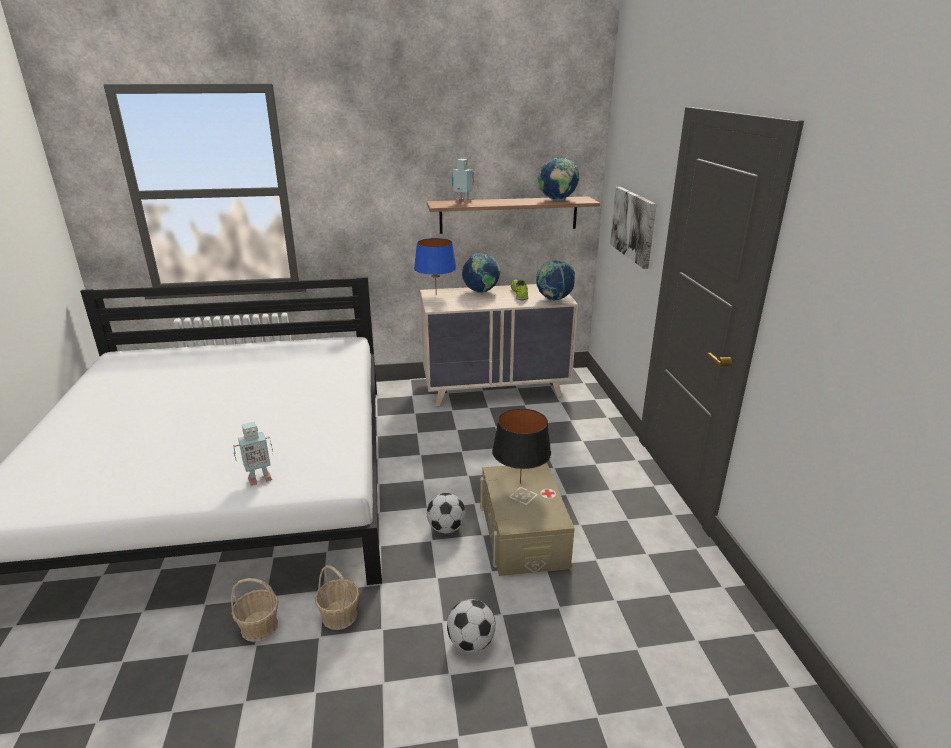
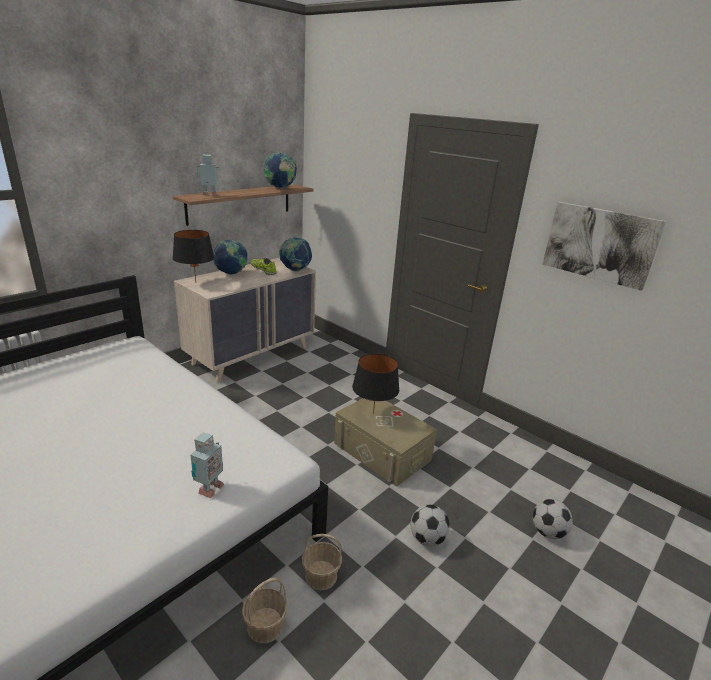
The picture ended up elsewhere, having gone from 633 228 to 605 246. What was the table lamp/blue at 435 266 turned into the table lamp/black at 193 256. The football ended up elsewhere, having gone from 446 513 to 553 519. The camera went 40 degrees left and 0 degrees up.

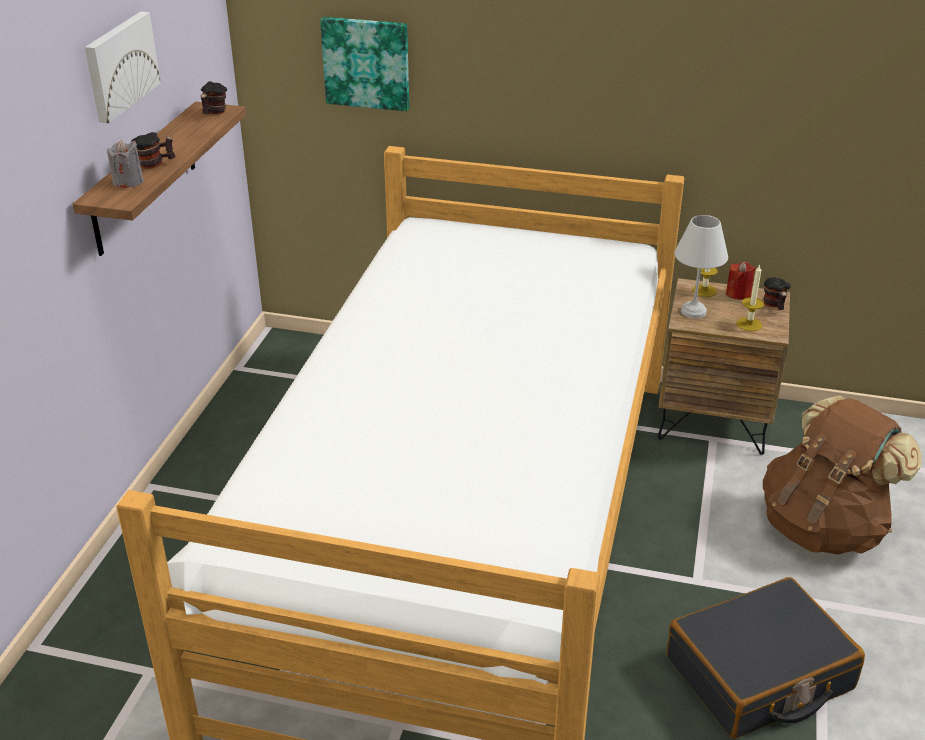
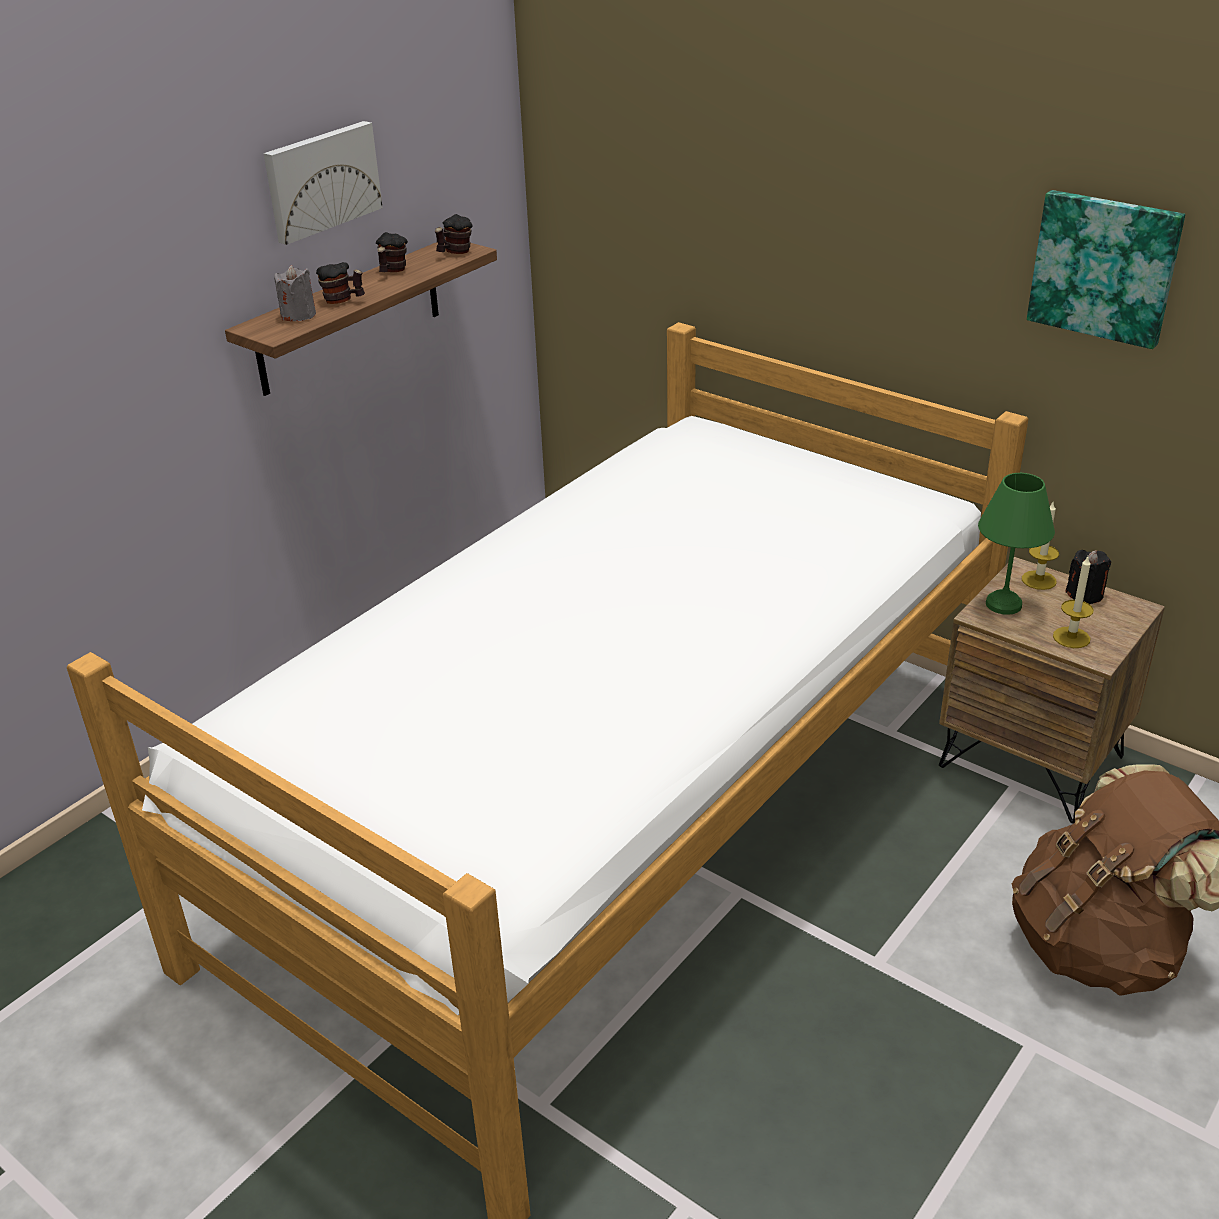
The picture ended up elsewhere, having gone from 364 64 to 1106 269. What was the table lamp/white at 701 266 turned into the table lamp/green at 1016 544. What was the candle/red at 741 281 turned into the candle/black at 1088 577. The mug ended up elsewhere, having gone from 777 293 to 392 252. The second view lost the suitcase/black at 766 658. The camera went 25 degrees right and 0 degrees up.

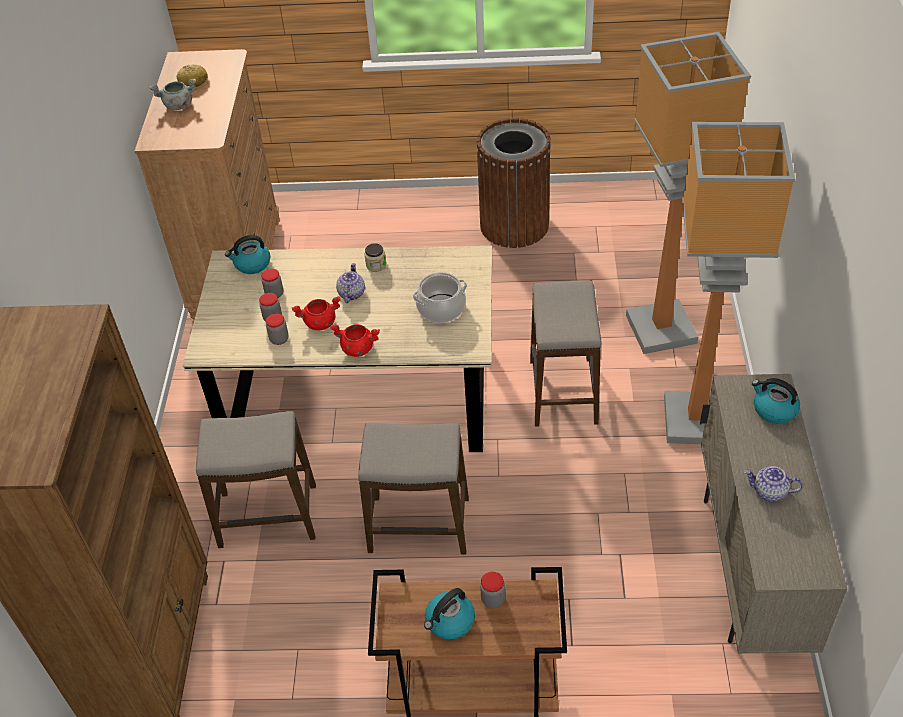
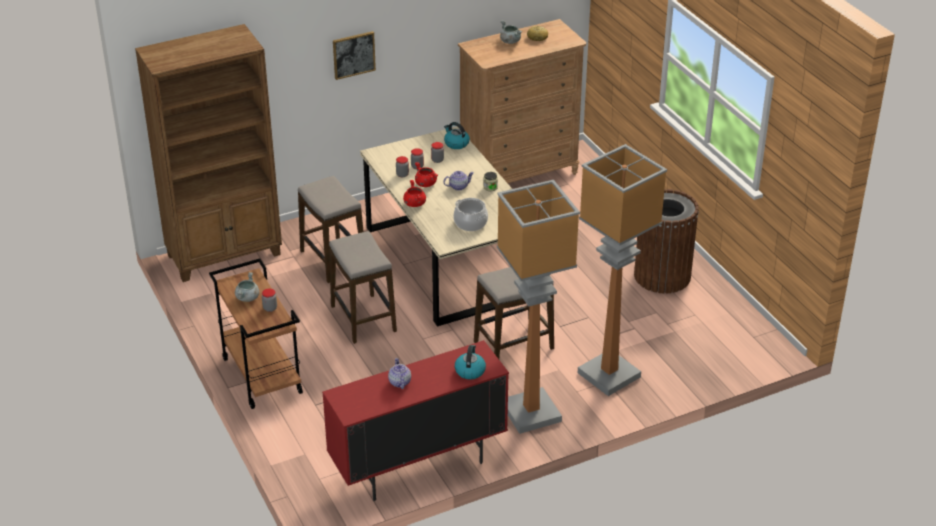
What was the cabinet/beige at 773 514 turned into the cabinet/red at 415 420. Where the kettle stood at 449 614, the cooking pot/grey came to stand at 247 287. The second view gained the picture at 354 55. The camera went 60 degrees right and 10 degrees down.

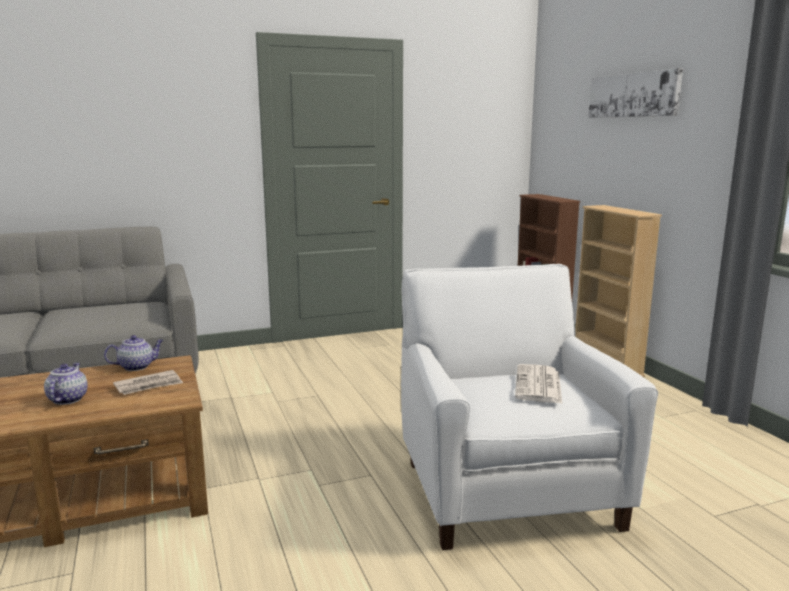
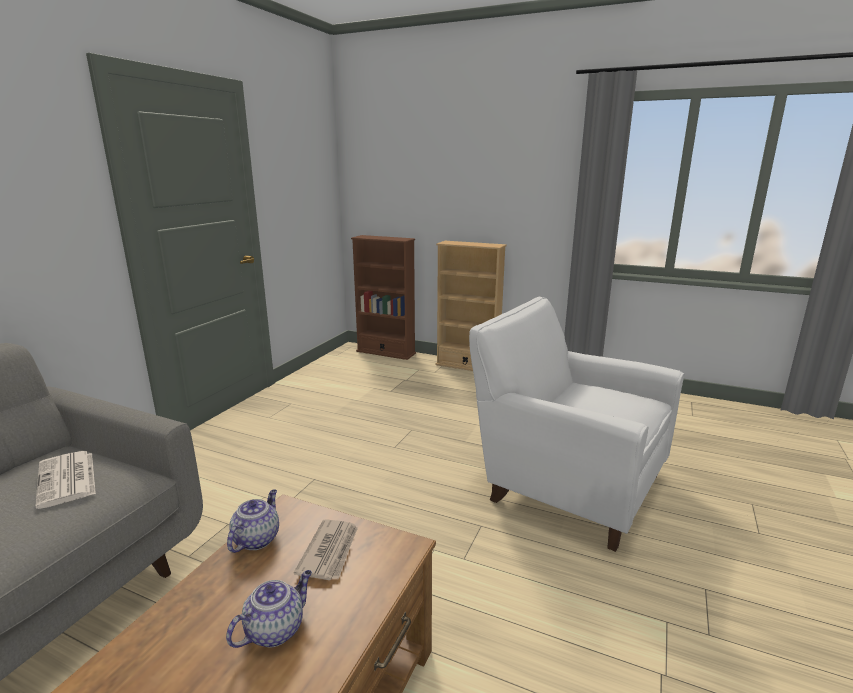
The second view lost the picture at 635 93. The teapot at 66 384 ended up facing another way, 90 degrees clockwise from before. The newspaper ended up elsewhere, having gone from 538 383 to 65 480. The camera went 45 degrees left and 5 degrees up.

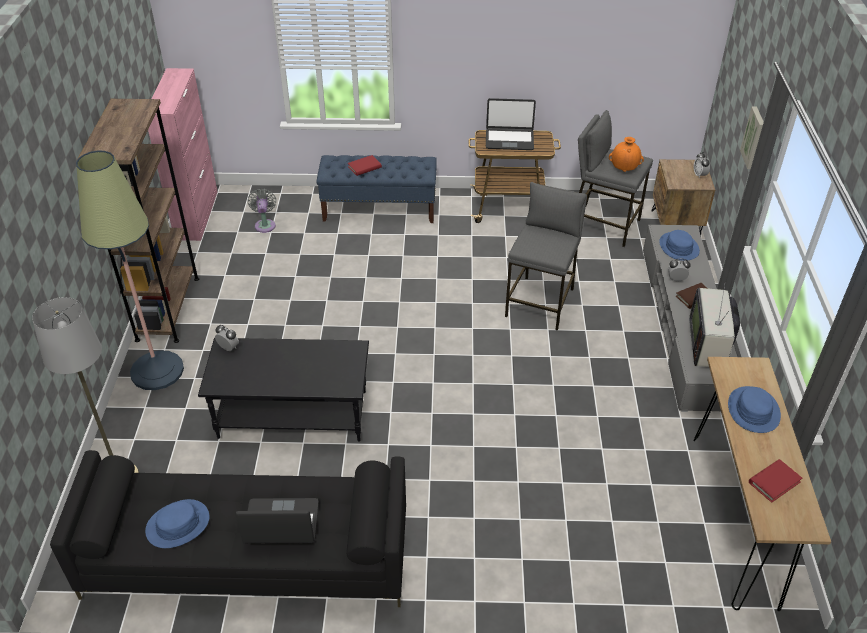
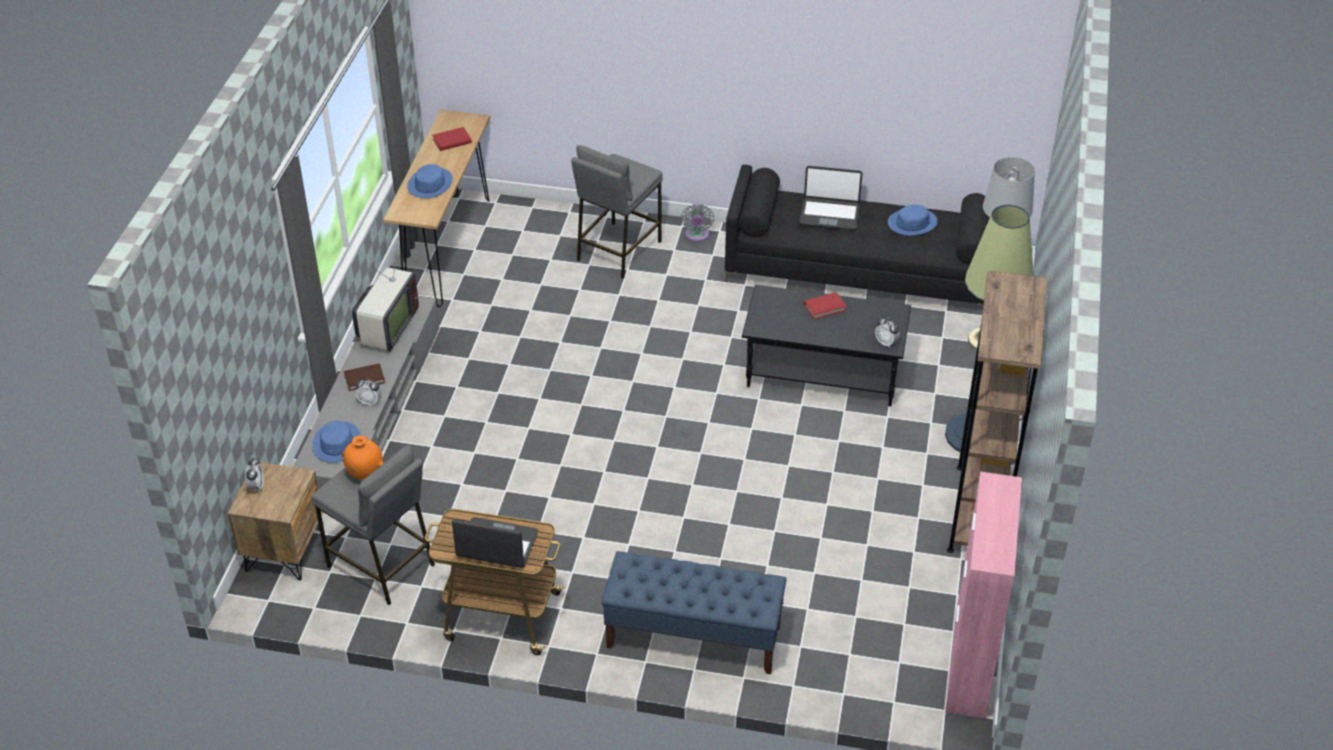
The second view lost the picture at 752 137. The book/red ended up elsewhere, having gone from 365 165 to 825 305. The stool/grey ended up elsewhere, having gone from 546 256 to 617 212. The fan/grey ended up elsewhere, having gone from 262 211 to 697 222. The camera went 170 degrees left and 0 degrees up.

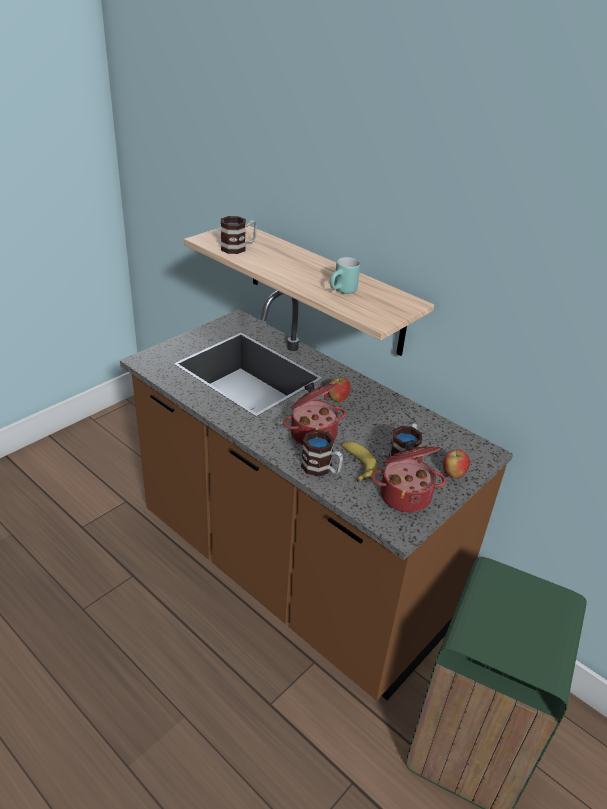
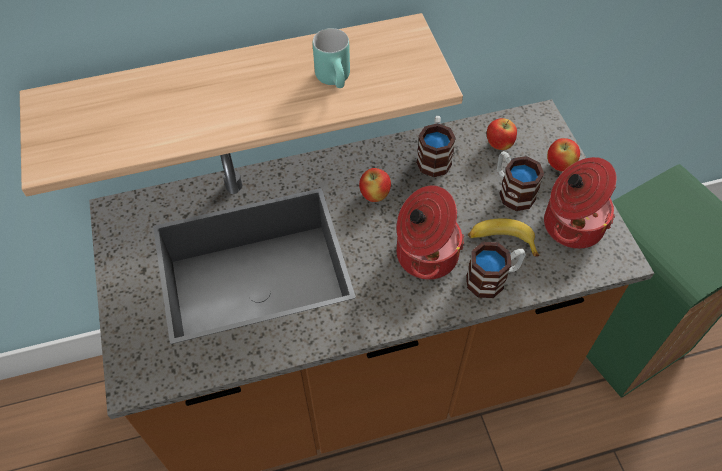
The mug ended up elsewhere, having gone from 239 235 to 436 146. The second view gained the apple at 502 134. The camera went 55 degrees left and 20 degrees up.

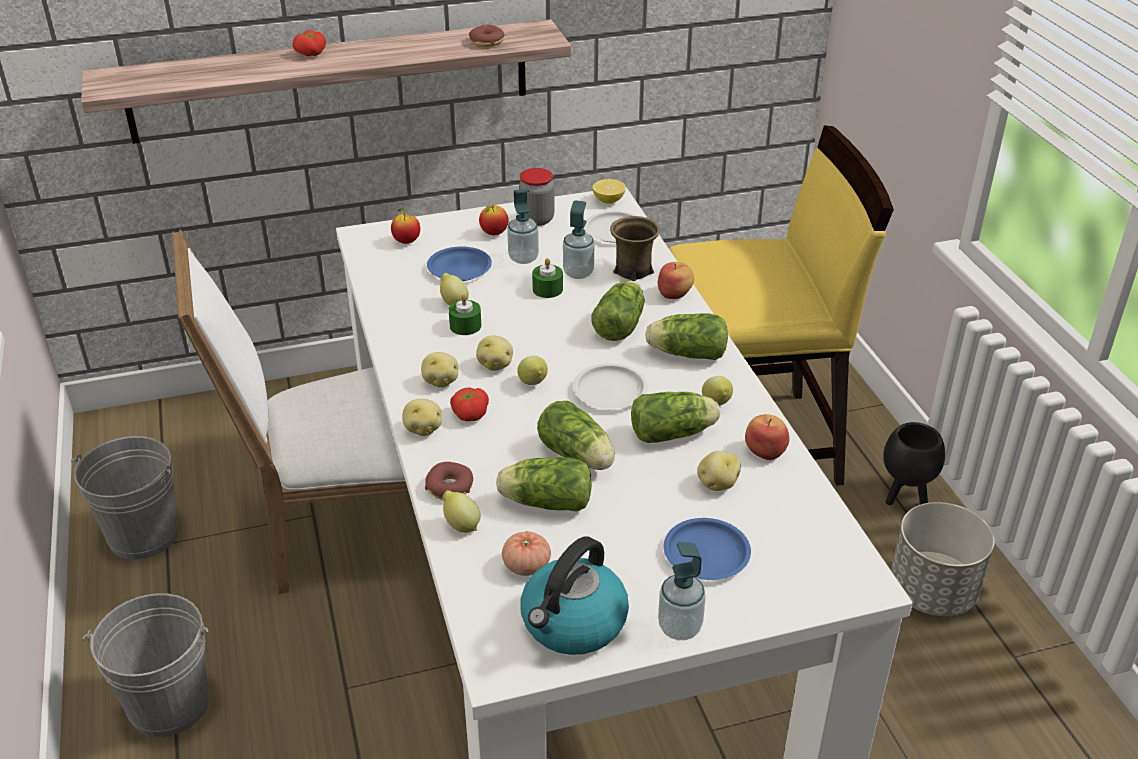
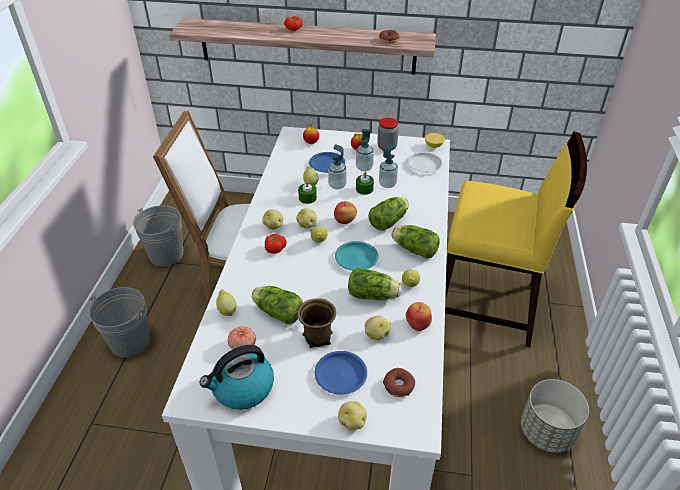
The mug/brown ended up elsewhere, having gone from 635 248 to 316 323. The apple ended up elsewhere, having gone from 676 280 to 345 212. What was the plate/white at 610 386 turned into the plate/turquoise at 357 256. The potato ended up elsewhere, having gone from 422 417 to 352 415. The second view lost the lettuce at 576 435. The second view lost the planter/black at 914 463. The donut ended up elsewhere, having gone from 449 481 to 399 382. The soap dispenser ended up elsewhere, having gone from 682 591 to 337 167. The camera went 25 degrees right and 5 degrees up.

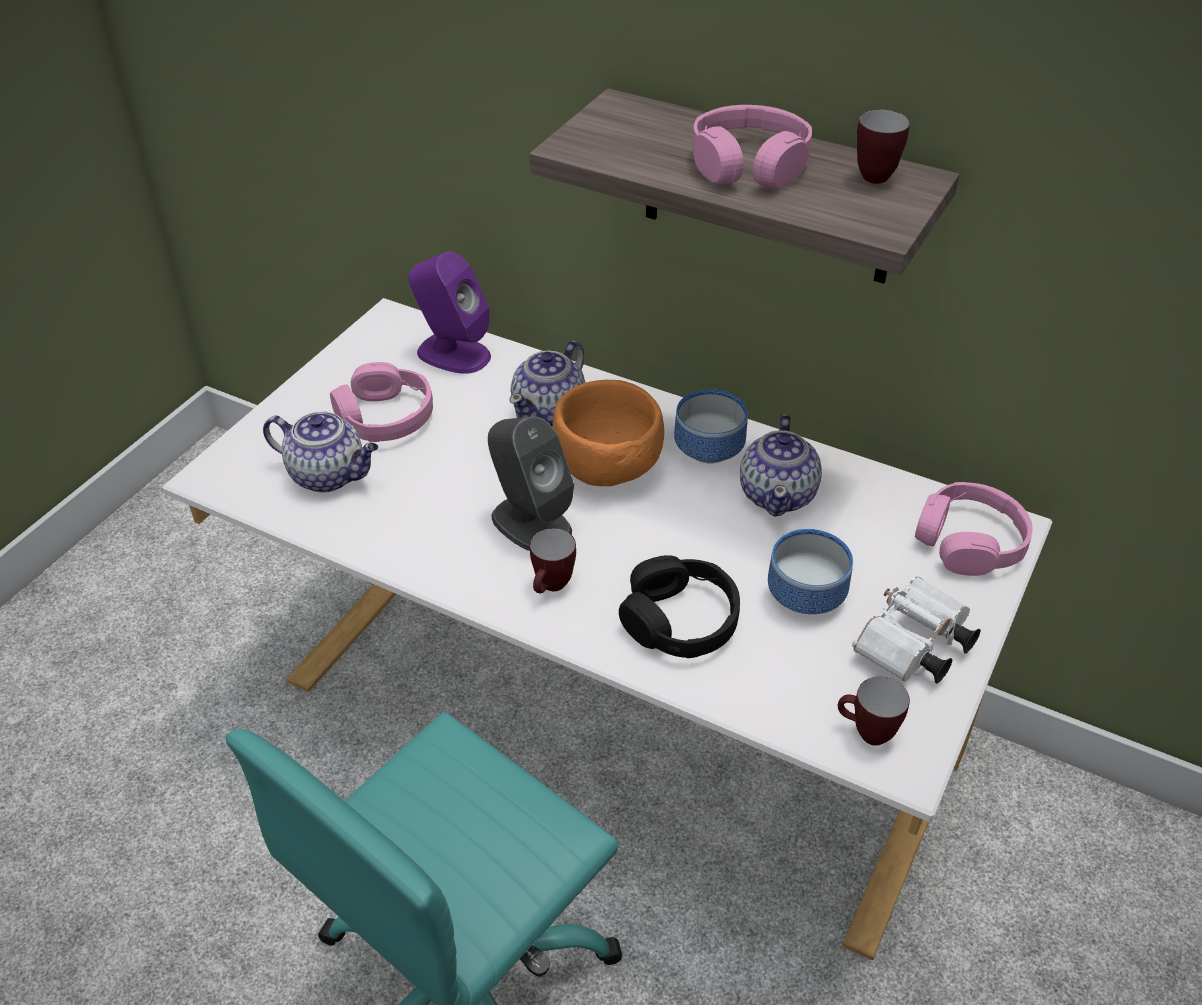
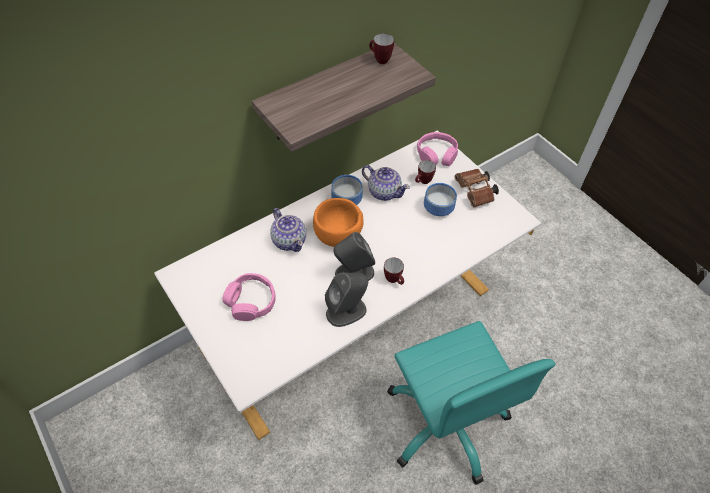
The second view lost the headphones/pink at 752 146. The second view lost the speaker/purple at 449 313. The second view lost the teapot at 321 452. The second view lost the headphones/black at 679 606. What was the binoculars/white at 916 630 turned into the binoculars/brown at 477 188. The mug ended up elsewhere, having gone from 874 711 to 425 172. The second view gained the speaker/grey at 346 299. The camera went 65 degrees left and 10 degrees up.

